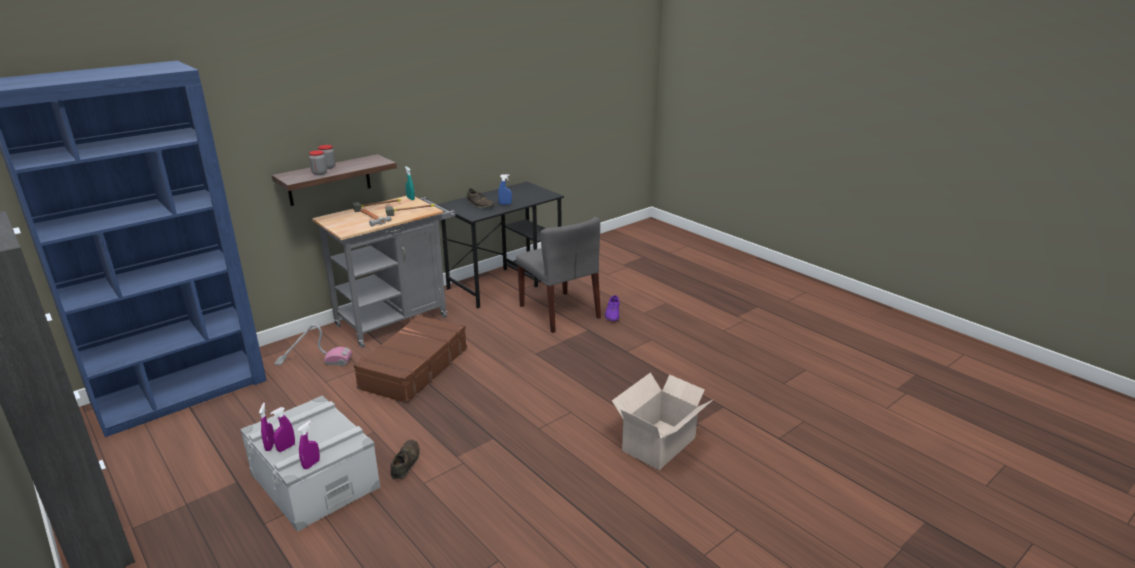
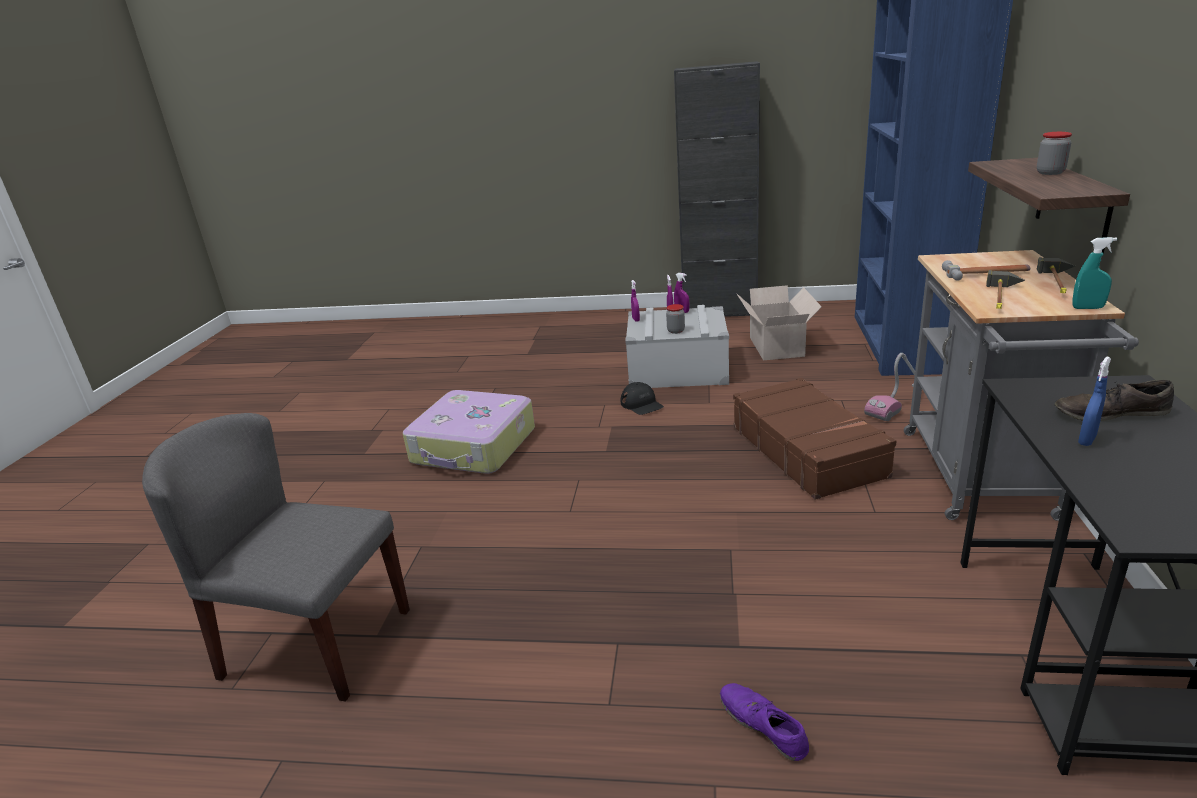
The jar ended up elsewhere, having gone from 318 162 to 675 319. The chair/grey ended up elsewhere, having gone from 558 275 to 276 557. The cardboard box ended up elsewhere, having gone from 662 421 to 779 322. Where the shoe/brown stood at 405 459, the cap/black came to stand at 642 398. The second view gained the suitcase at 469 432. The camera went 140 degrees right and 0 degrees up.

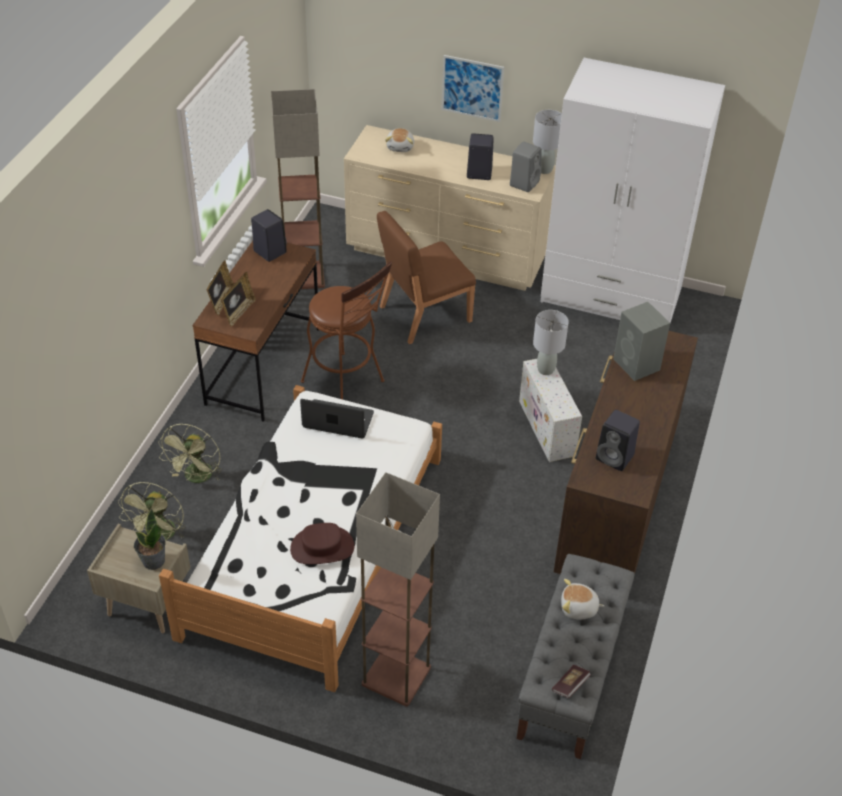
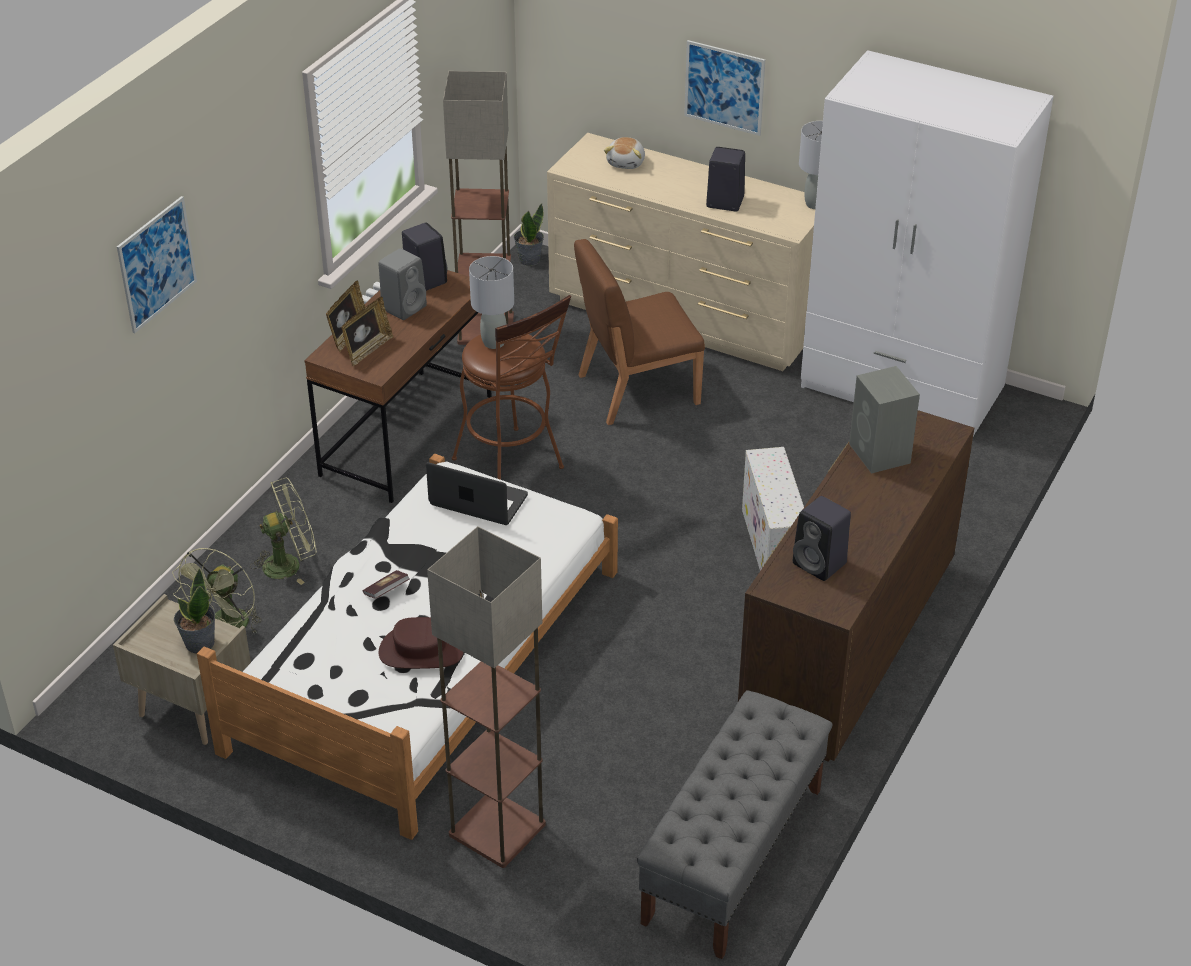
The speaker/grey ended up elsewhere, having gone from 526 167 to 402 284. The table lamp/grey ended up elsewhere, having gone from 551 342 to 491 302. The fan/green at 190 453 ended up facing another way, 135 degrees counterclockwise from before. The second view lost the plush toy at 582 599. The book ended up elsewhere, having gone from 571 681 to 386 584. The second view gained the picture at 157 264. The second view gained the potted plant at 529 234. The camera went 10 degrees right and 5 degrees down.

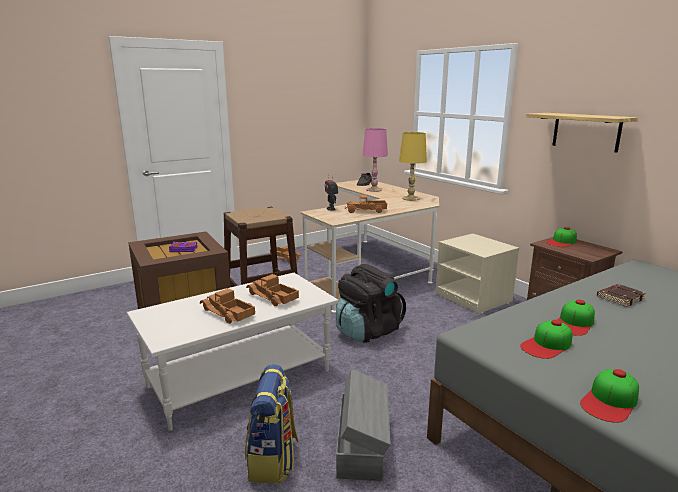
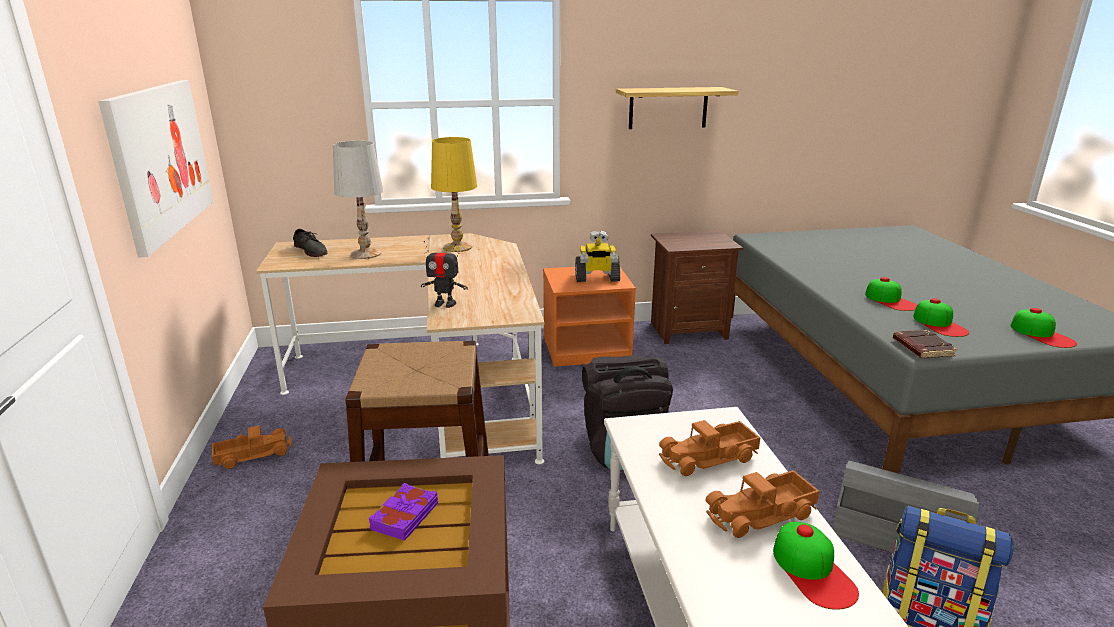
What was the table lamp/pink at 375 160 turned into the table lamp/white at 358 200. The second view lost the toy truck at 366 204. The cap ended up elsewhere, having gone from 561 237 to 816 566. What was the nightstand/beige at 477 274 turned into the nightstand/orange at 589 317. The book/brown ended up elsewhere, having gone from 621 295 to 925 344. The second view gained the picture at 156 168. The second view gained the toy robot at 597 256. The camera went 65 degrees left and 5 degrees up.

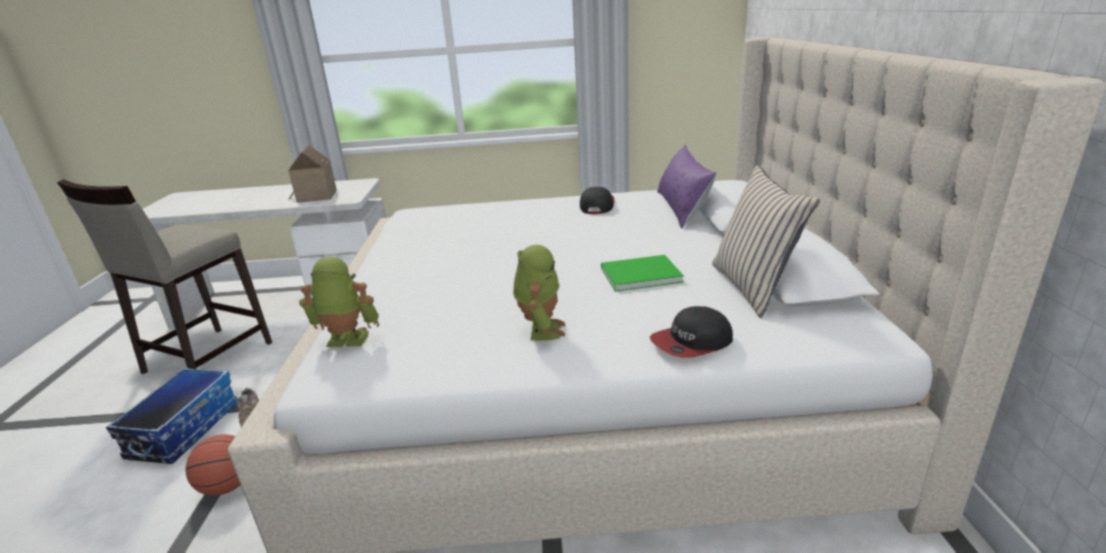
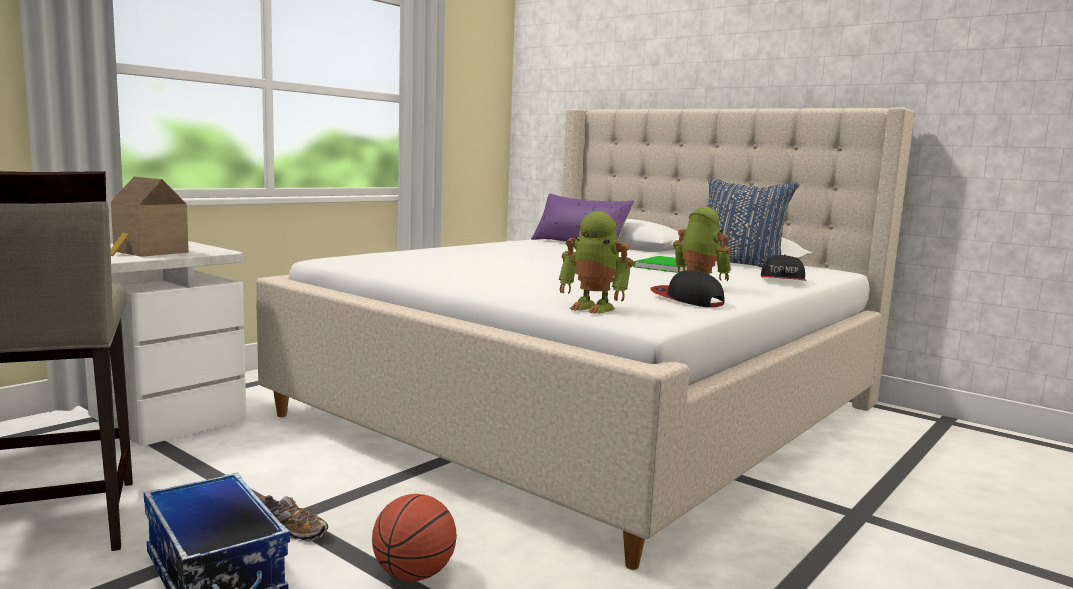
What was the pillow/beige at 766 242 turned into the pillow/blue at 753 222. The cap ended up elsewhere, having gone from 597 200 to 688 288. The toy robot at 339 301 ended up facing another way, 105 degrees counterclockwise from before. The camera went 50 degrees left and 15 degrees down.

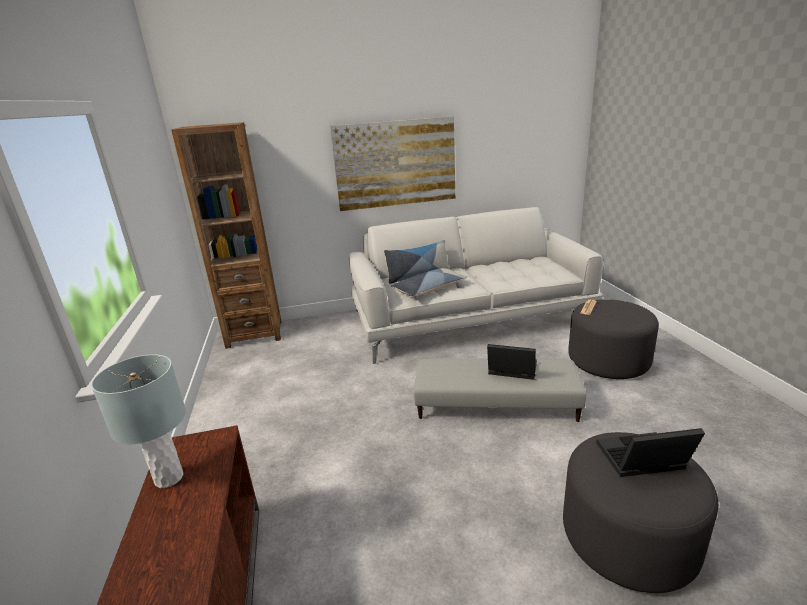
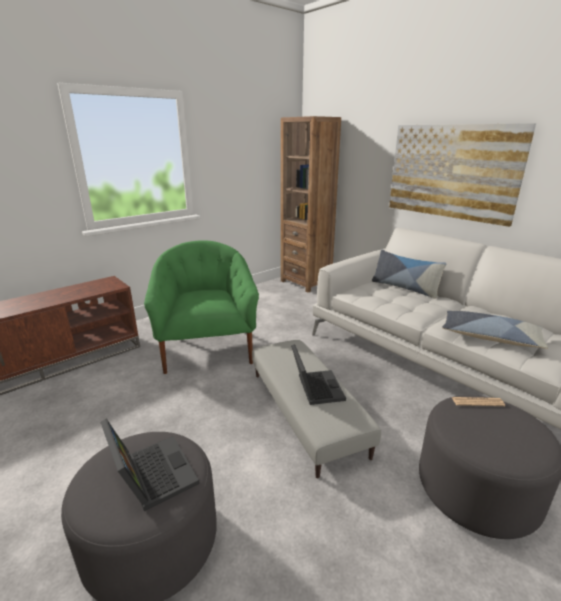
The pillow ended up elsewhere, having gone from 429 282 to 495 330. The second view lost the table lamp/grey at 138 421. The second view gained the armchair/green at 201 307. The camera went 60 degrees right and 0 degrees up.

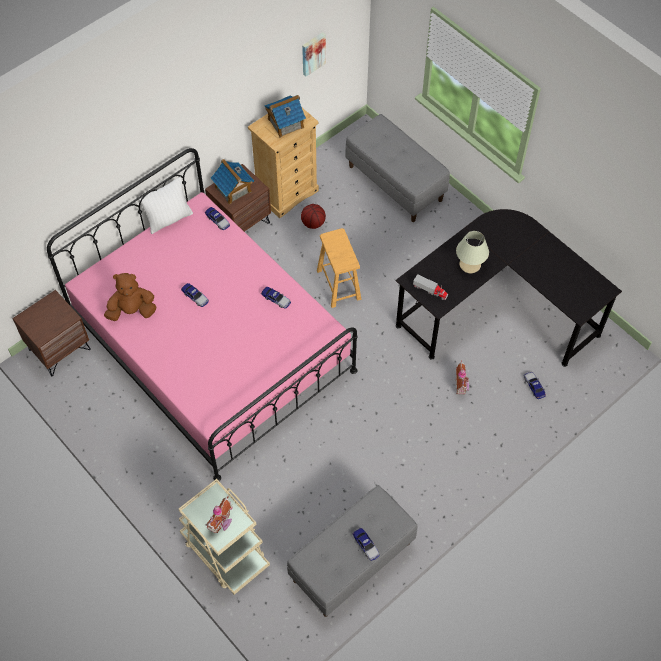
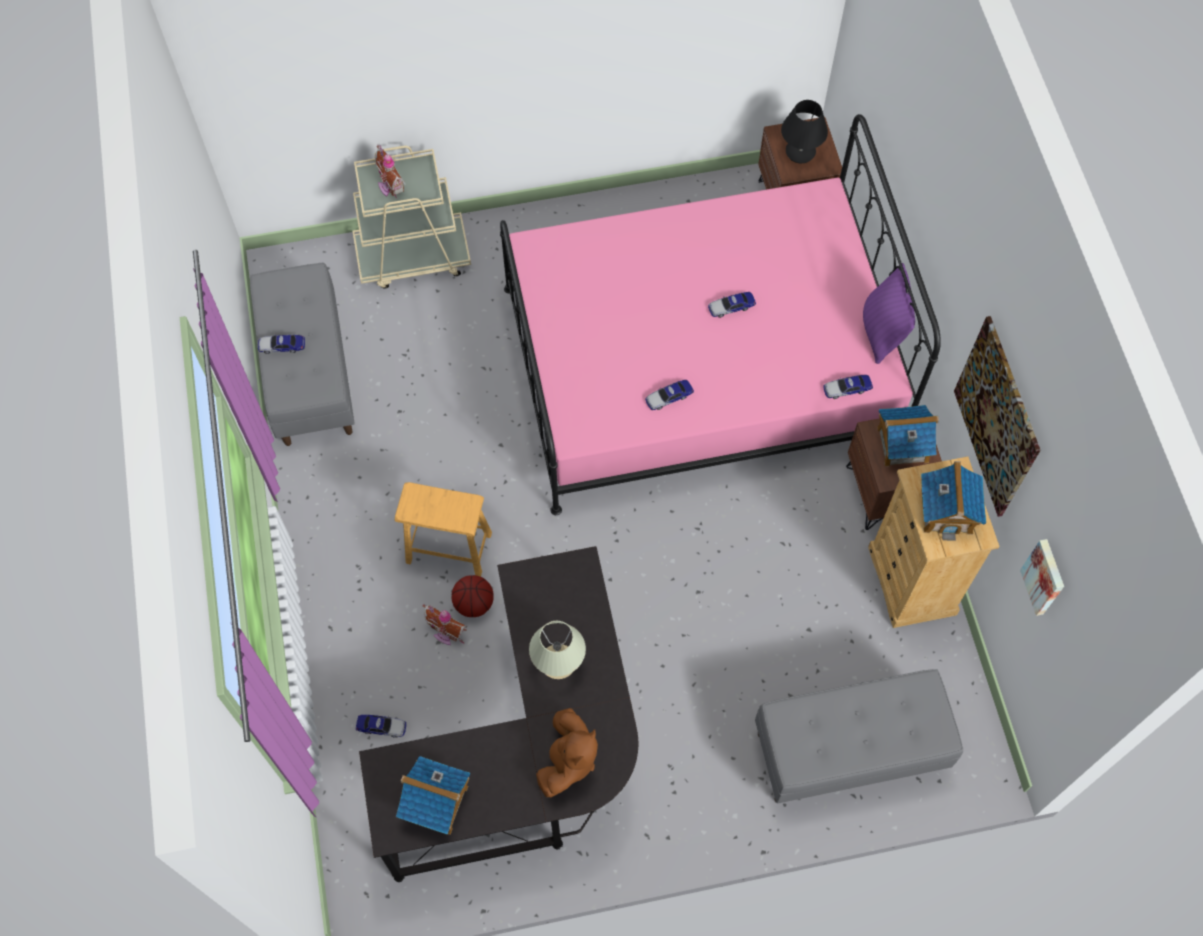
What was the pillow/white at 166 205 turned into the pillow/purple at 889 313. The basketball ended up elsewhere, having gone from 313 216 to 472 596. The stool/brown ended up elsewhere, having gone from 339 268 to 443 529. The plush toy/brown ended up elsewhere, having gone from 130 297 to 567 752. The second view lost the toy truck at 430 287. The second view gained the table lamp/black at 804 131. The second view gained the picture at 997 416. The second view gained the toy house at 433 795. The camera went 120 degrees right and 5 degrees up.

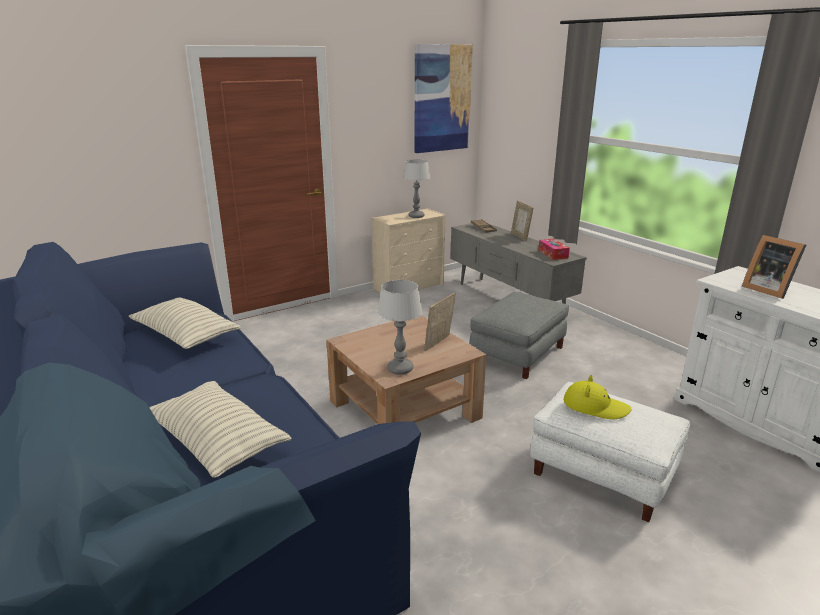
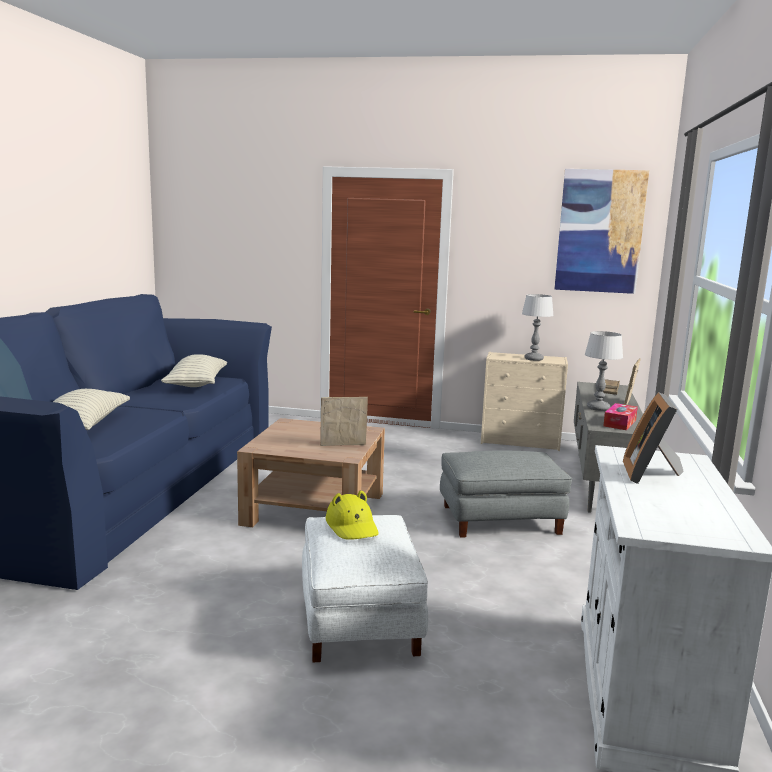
The table lamp ended up elsewhere, having gone from 399 327 to 604 371. The camera went 45 degrees right and 10 degrees down.

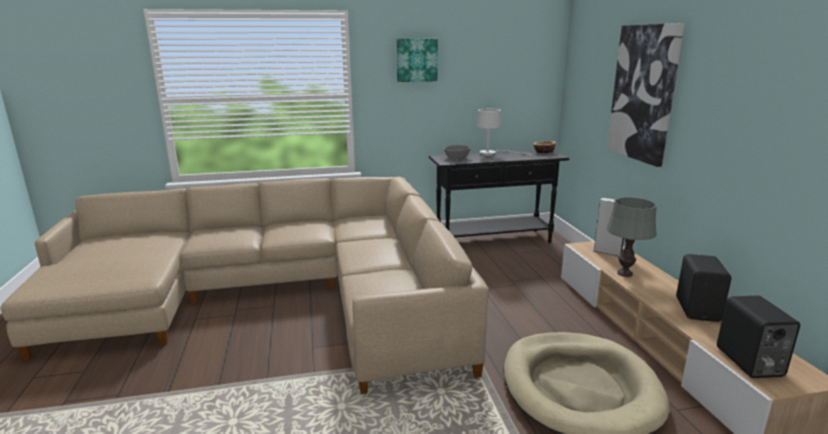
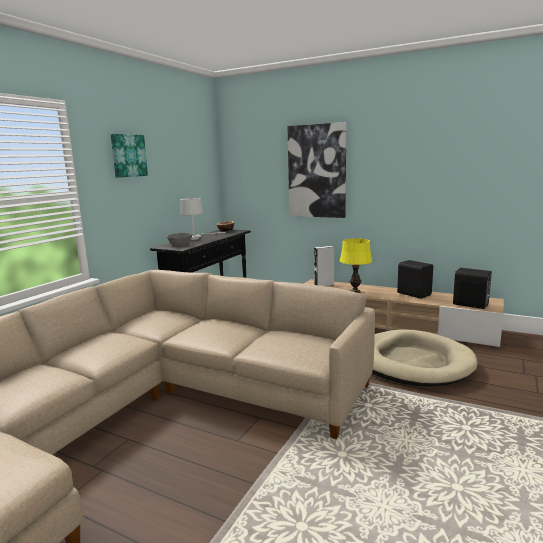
What was the table lamp/grey at 631 237 turned into the table lamp/yellow at 356 265. The camera went 50 degrees left and 5 degrees down.

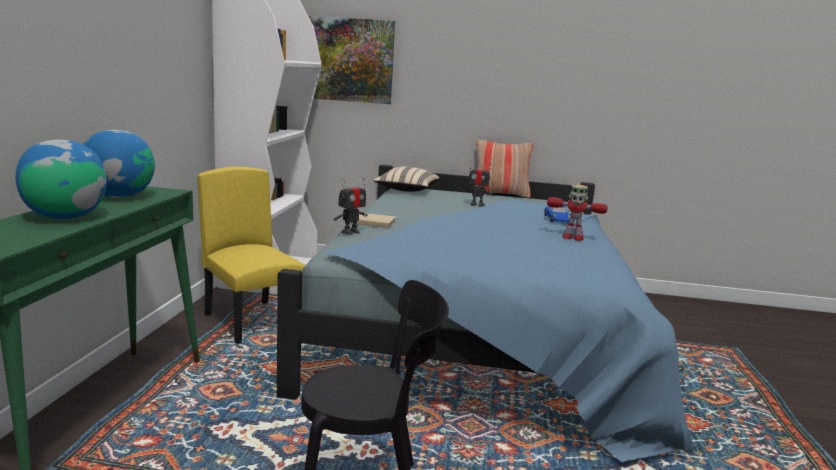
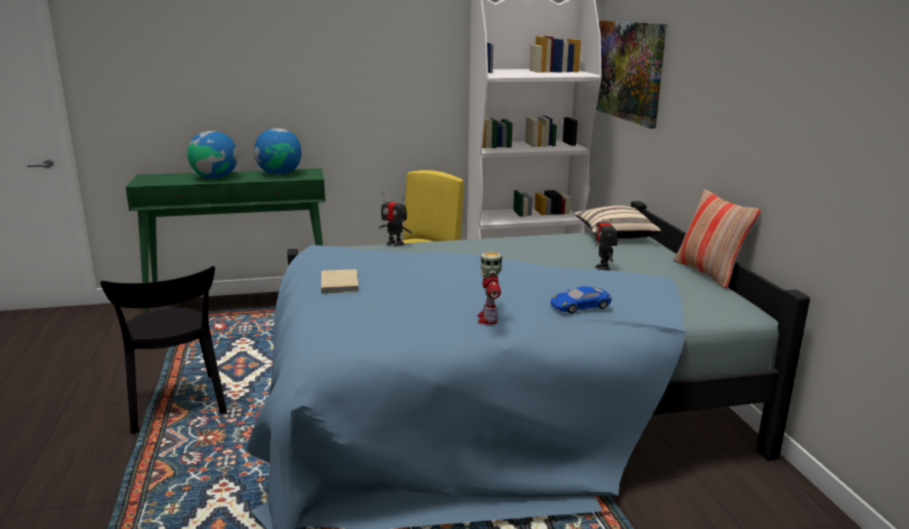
The book/beige ended up elsewhere, having gone from 373 220 to 339 281. The camera went 70 degrees right and 5 degrees up.

